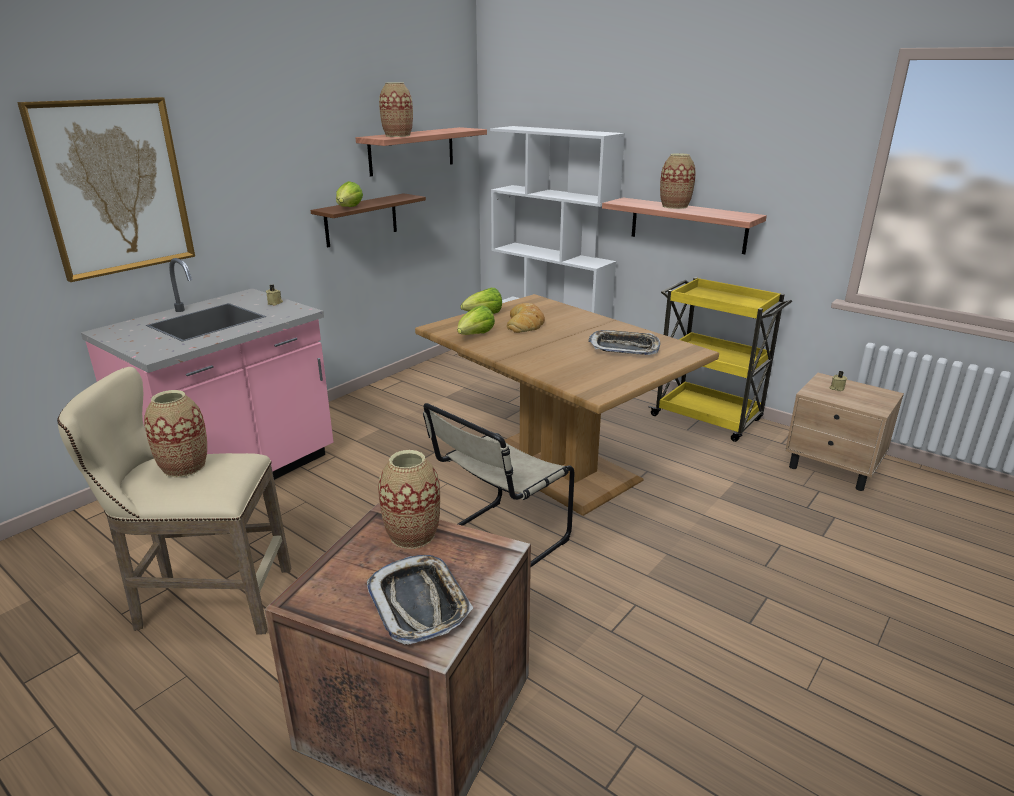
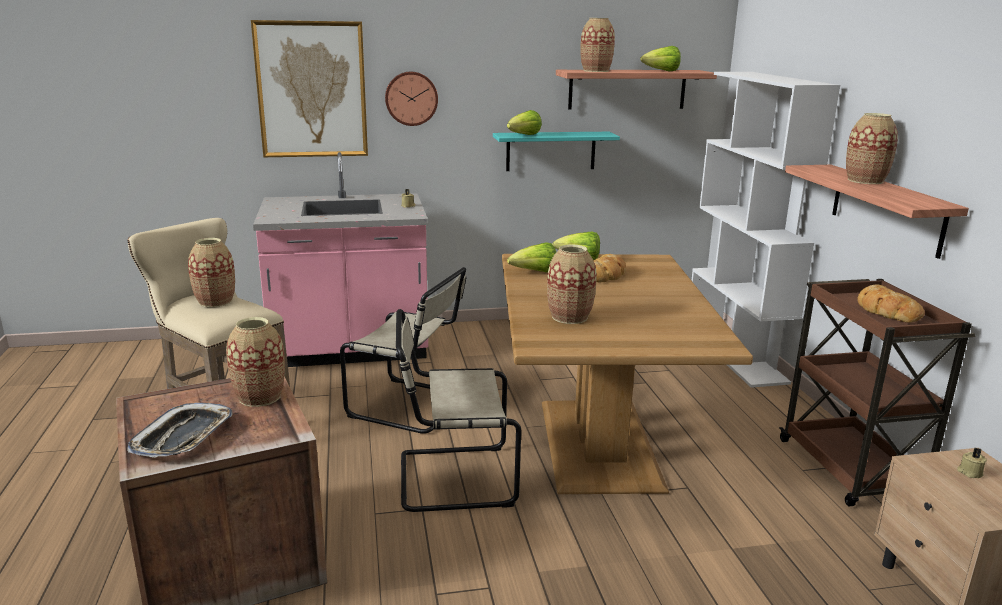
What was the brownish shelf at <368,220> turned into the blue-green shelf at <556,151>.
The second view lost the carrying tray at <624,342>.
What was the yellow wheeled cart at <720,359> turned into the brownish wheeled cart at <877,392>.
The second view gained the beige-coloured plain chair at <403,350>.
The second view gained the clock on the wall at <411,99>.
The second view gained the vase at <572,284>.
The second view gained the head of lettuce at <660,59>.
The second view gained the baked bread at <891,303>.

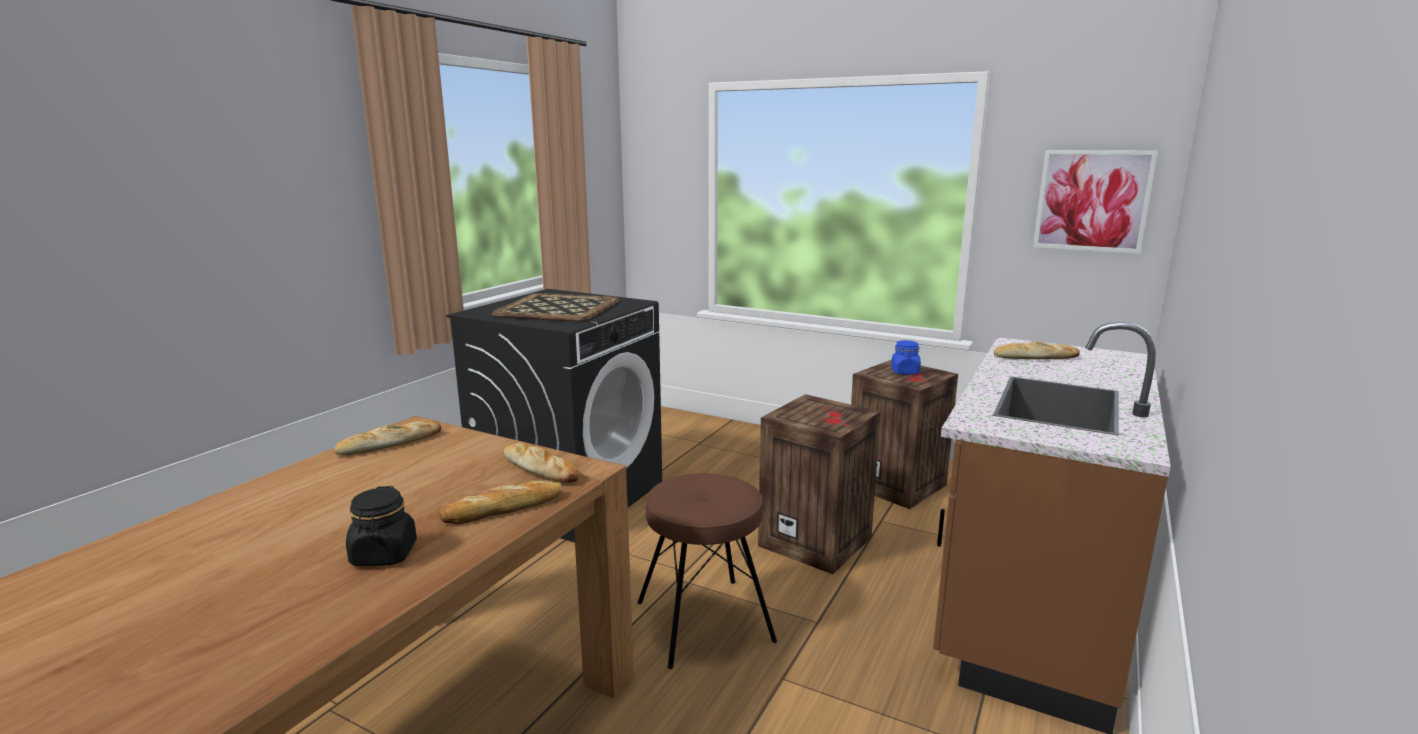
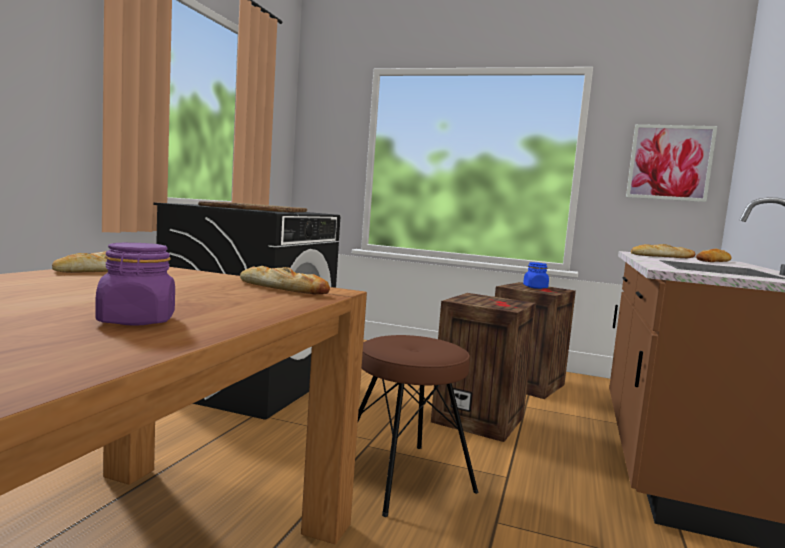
What was the blackish preserve jar at <381,526> turned into the purple preserve jar at <135,284>.
The baked bread ended up elsewhere, having gone from <501,502> to <714,255>.

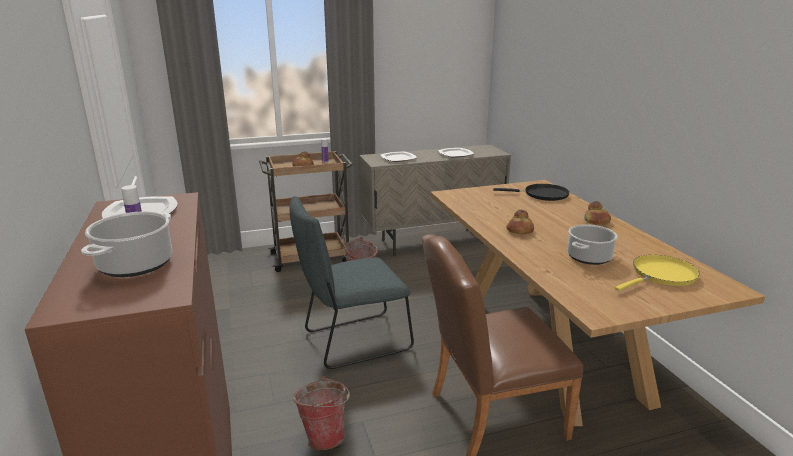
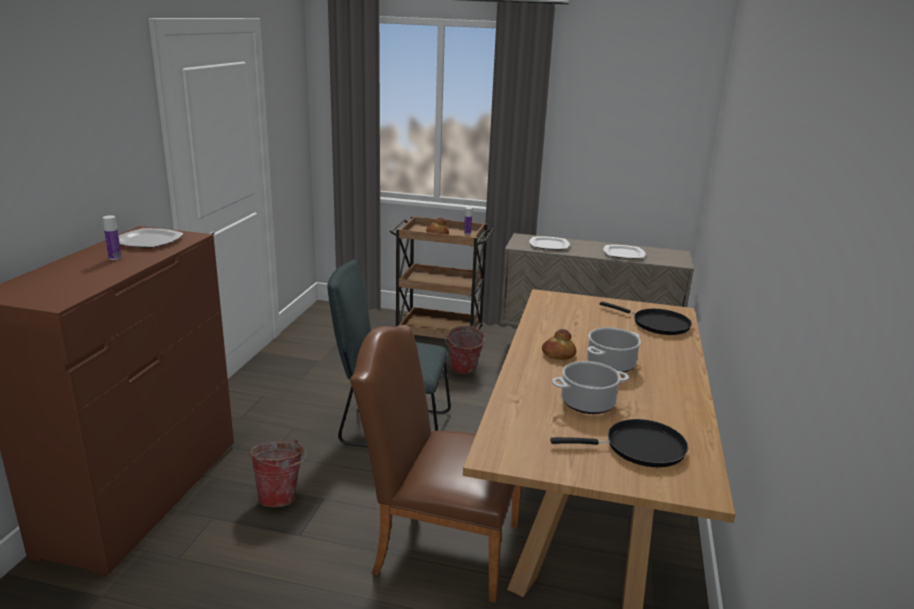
The stockpot ended up elsewhere, having gone from <126,244> to <614,350>.
The second view lost the baked bread at <597,213>.
What was the yellow frying pan at <657,273> turned into the blackish frying pan at <619,443>.

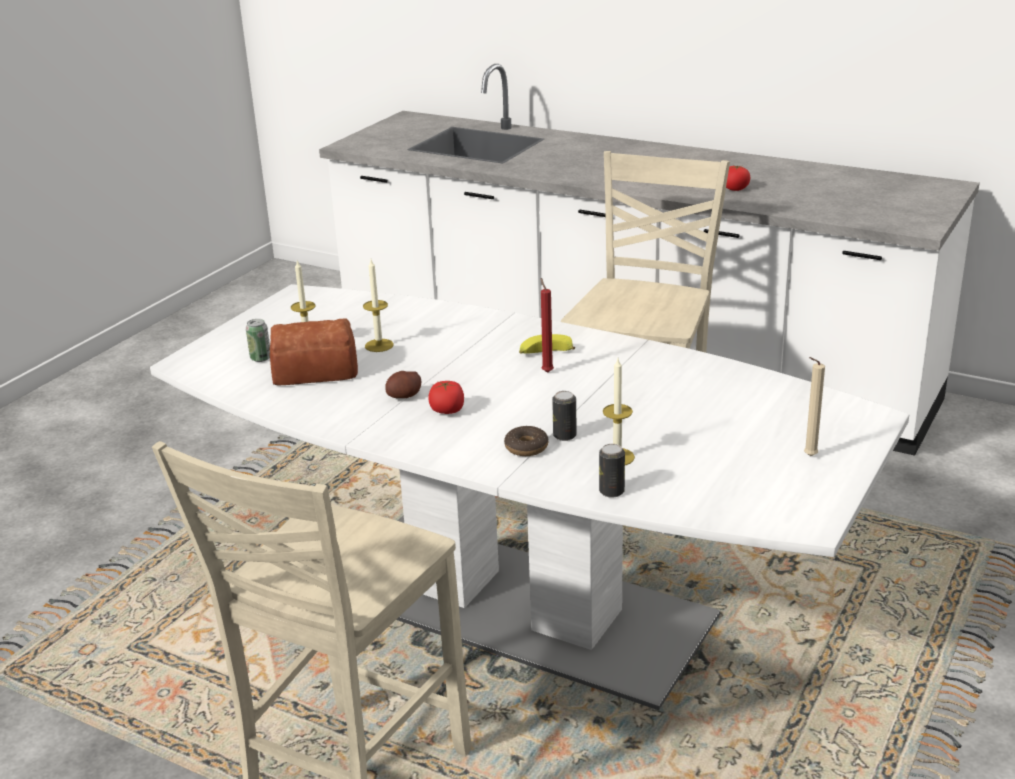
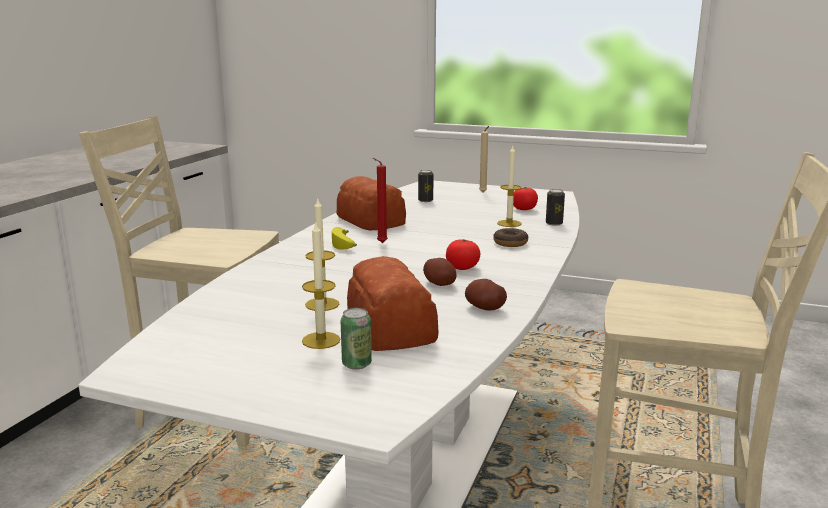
The sealed can ended up elsewhere, having gone from <564,416> to <425,186>.
The fresh tomato ended up elsewhere, having gone from <738,178> to <525,198>.
The second view gained the baked bread at <371,203>.
The second view gained the whole potato at <486,294>.

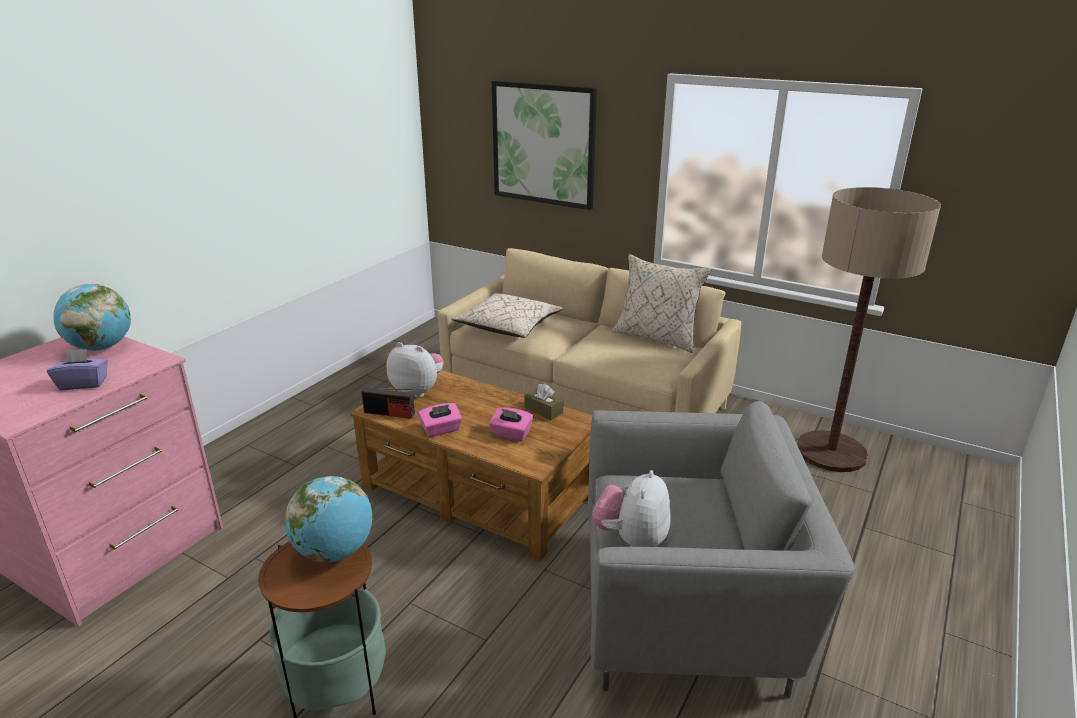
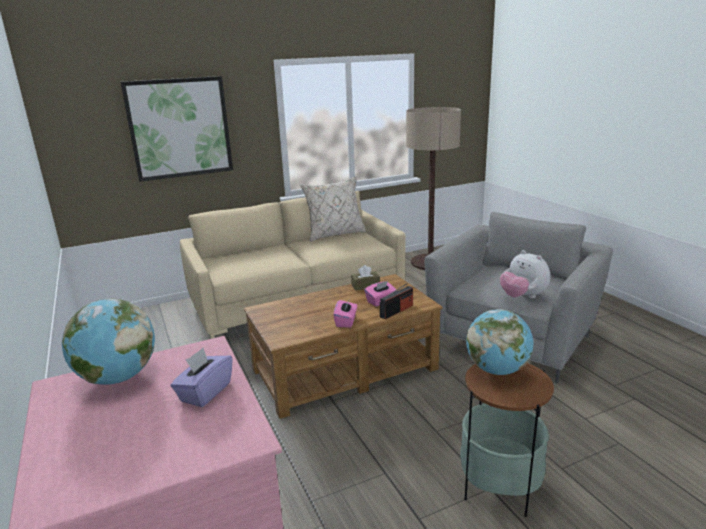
The radio ended up elsewhere, having gone from <388,403> to <396,301>.
The second view lost the plush toy at <415,370>.
The second view lost the beige-coloured pillow at <507,315>.

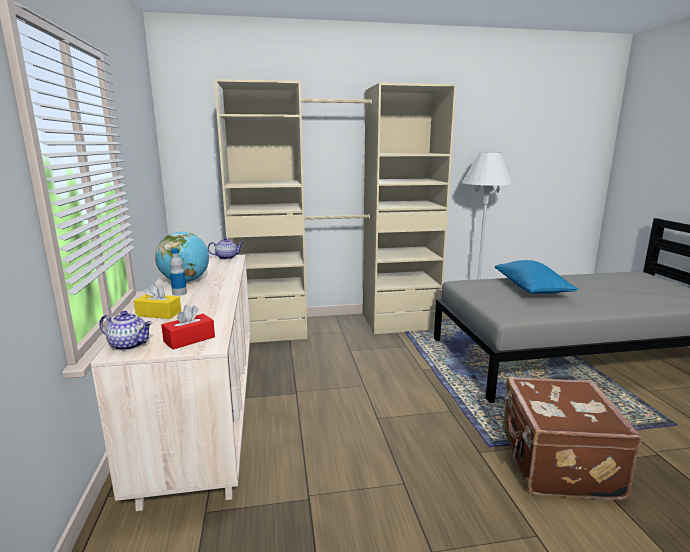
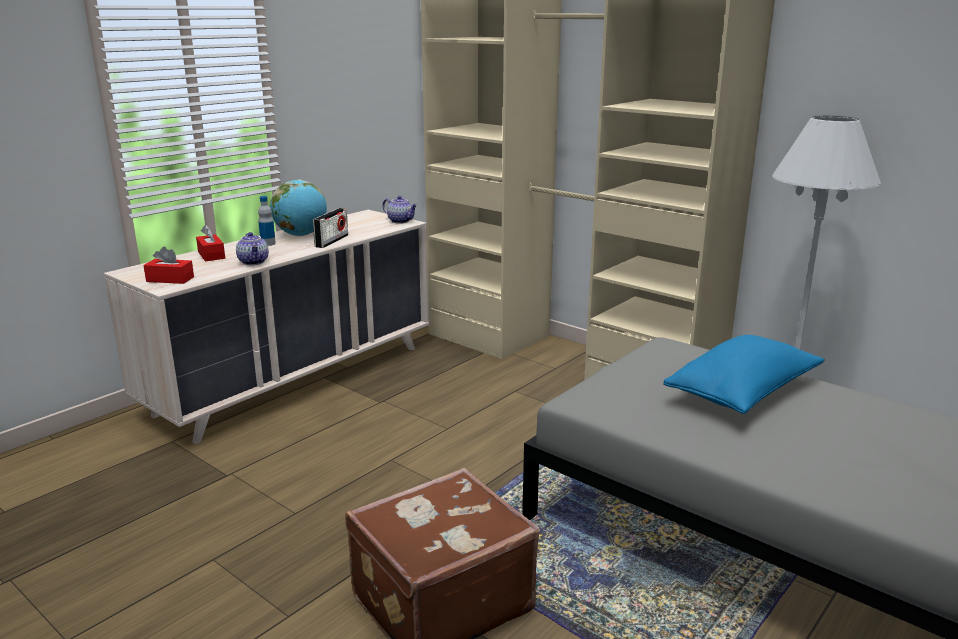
The teapot ended up elsewhere, having gone from <125,331> to <252,248>.
What was the yellow tissue box at <157,301> turned into the red tissue box at <210,243>.
The second view gained the radio at <330,228>.

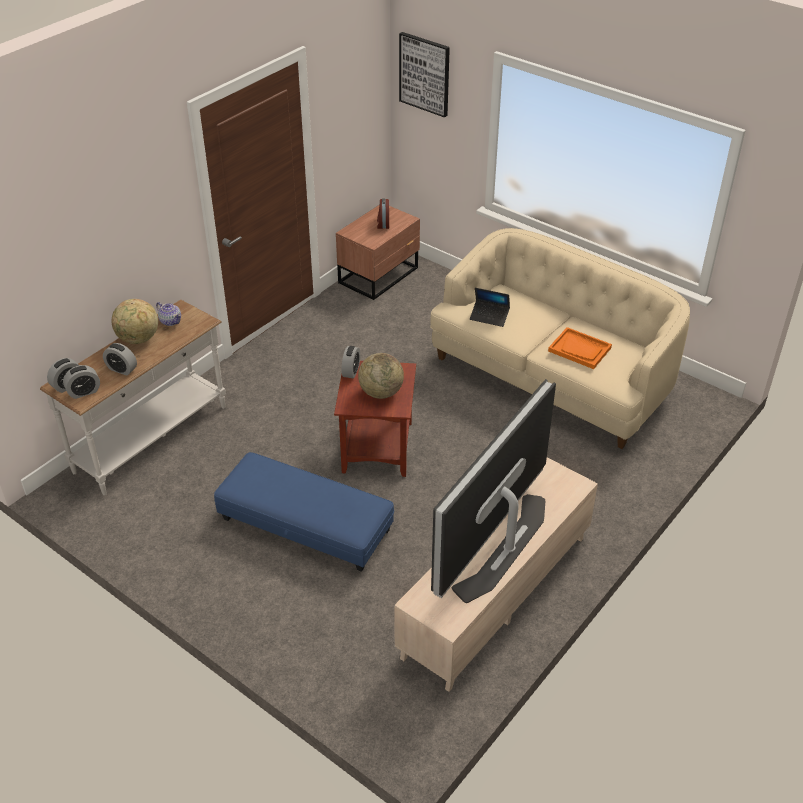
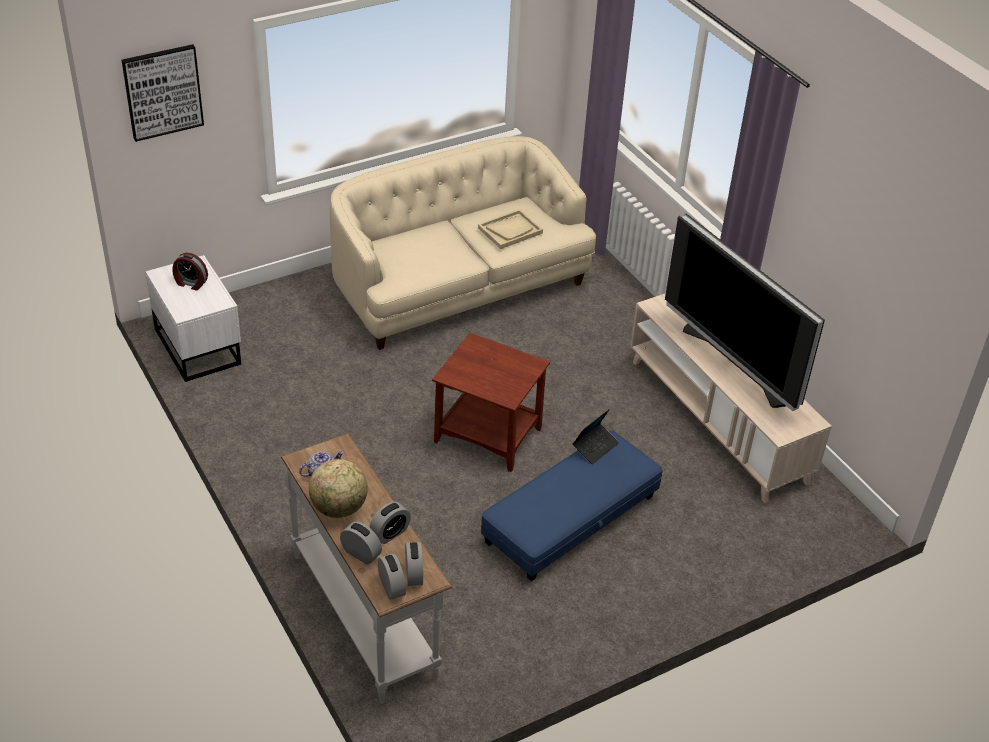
What was the brownish bedside table at <378,252> turned into the white-coloured bedside table at <193,318>.
The bedside clock ended up elsewhere, having gone from <351,362> to <361,543>.
The second view lost the globe at <381,376>.
The laptop ended up elsewhere, having gone from <490,307> to <595,436>.
What was the orange-coloured carrying tray at <580,348> turned into the beige-coloured carrying tray at <510,229>.

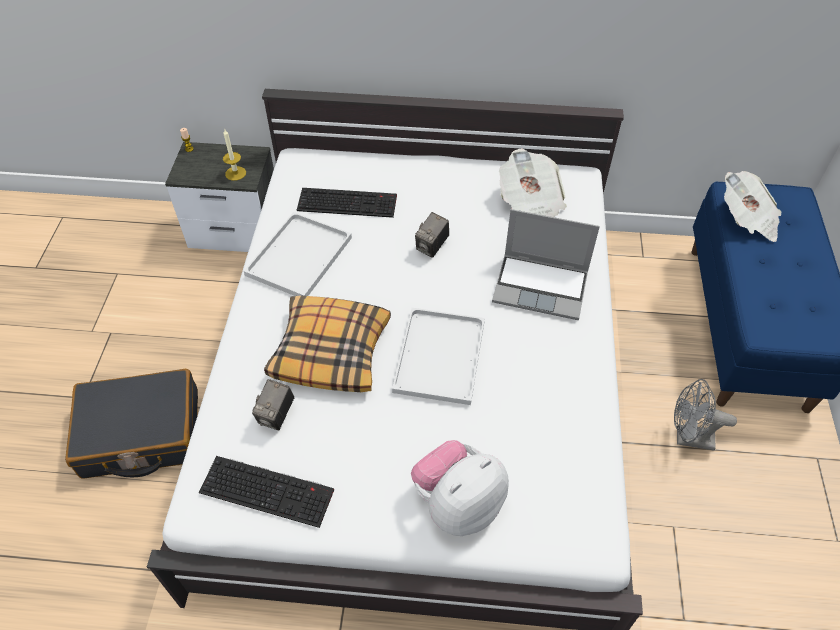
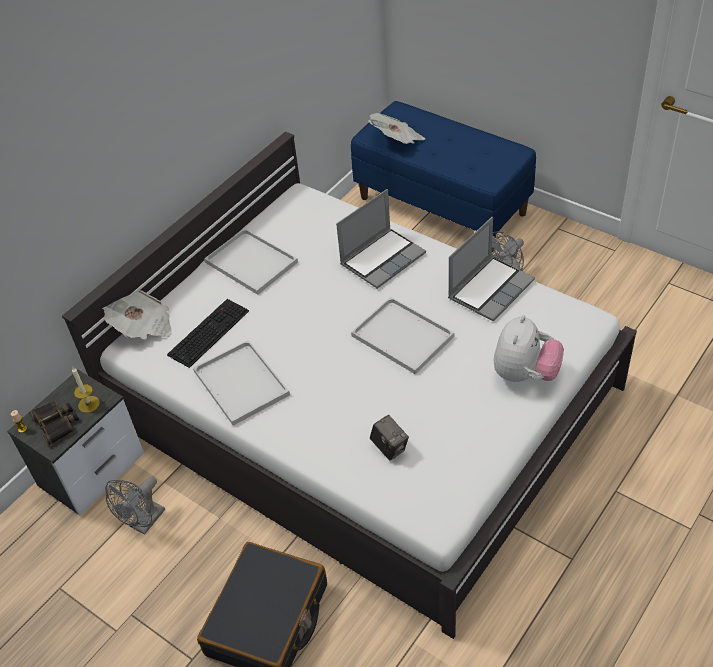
The second view lost the computer keyboard at <266,492>.
The second view lost the pillow at <327,343>.
The plush toy at <460,488> ended up facing another way, 150 degrees counterclockwise from before.
The second view lost the photo camera at <432,235>.
The printed paper ended up elsewhere, having gone from <533,183> to <137,315>.
The second view gained the binoculars at <54,423>.
The second view gained the gray electric fan at <135,506>.
The second view gained the white-coloured carrying tray at <251,261>.
The second view gained the laptop at <491,269>.

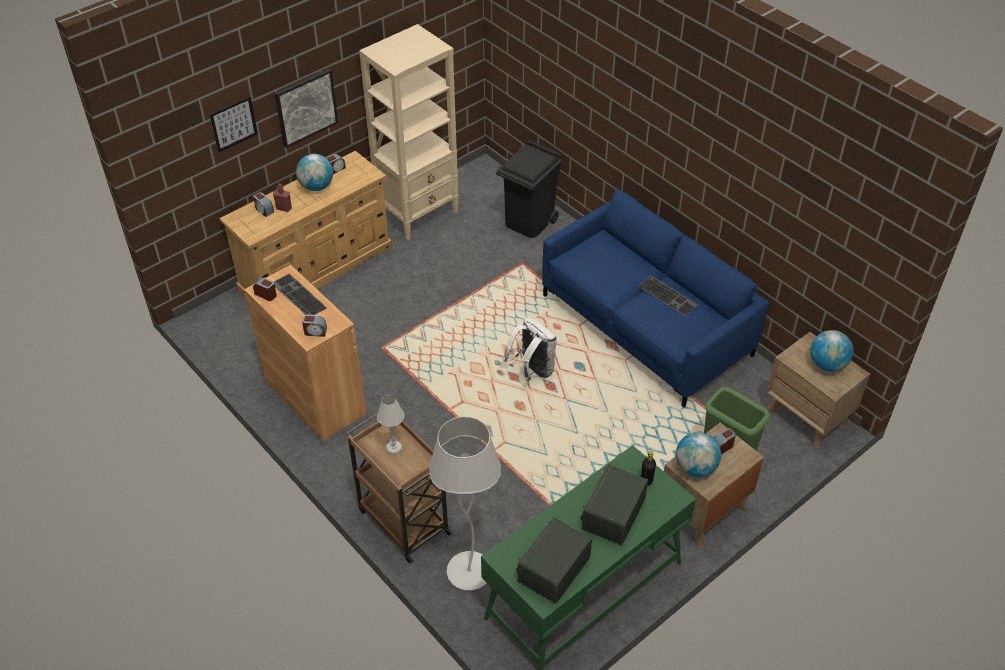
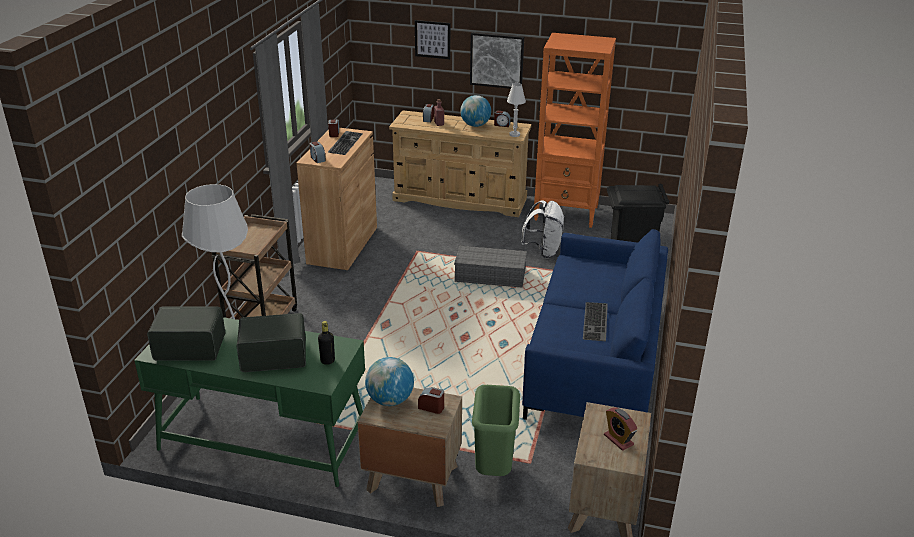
What was the beige-coloured bookshelf at <409,132> turned into the orange-coloured bookshelf at <575,130>.
The white-coloured lamp for a table ended up elsewhere, having gone from <390,424> to <516,110>.
The white-coloured backpack ended up elsewhere, having gone from <530,350> to <542,229>.
Where the globe stood at <831,351>, the bedside clock came to stand at <620,429>.
The second view gained the gray storage container at <490,266>.

